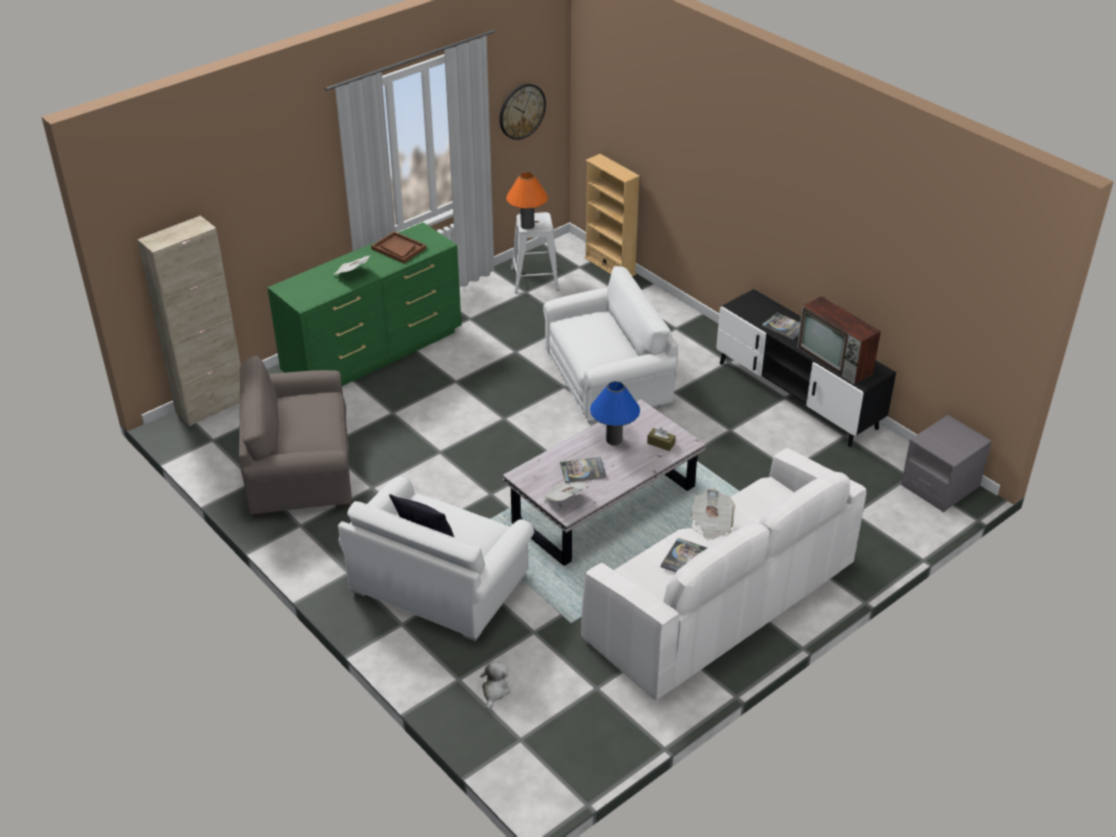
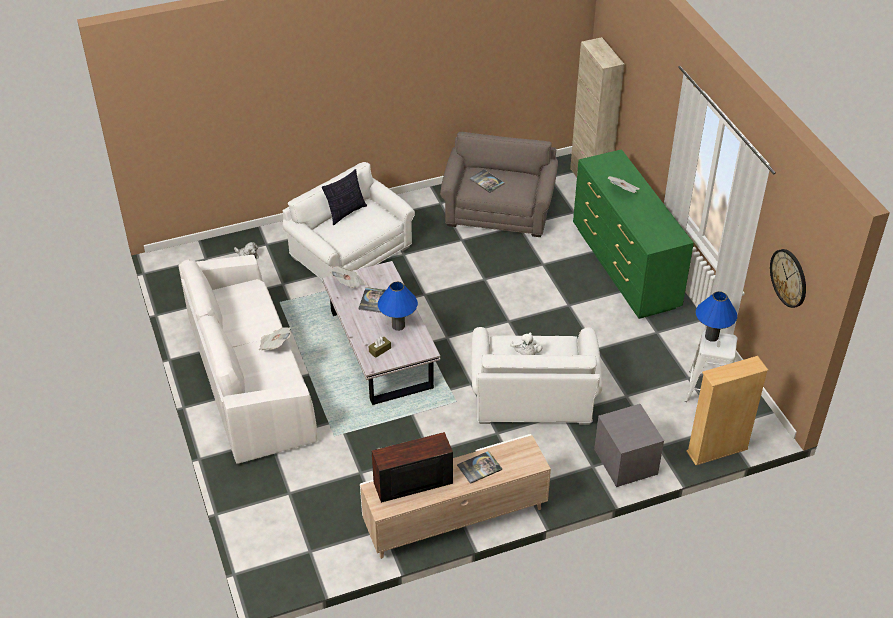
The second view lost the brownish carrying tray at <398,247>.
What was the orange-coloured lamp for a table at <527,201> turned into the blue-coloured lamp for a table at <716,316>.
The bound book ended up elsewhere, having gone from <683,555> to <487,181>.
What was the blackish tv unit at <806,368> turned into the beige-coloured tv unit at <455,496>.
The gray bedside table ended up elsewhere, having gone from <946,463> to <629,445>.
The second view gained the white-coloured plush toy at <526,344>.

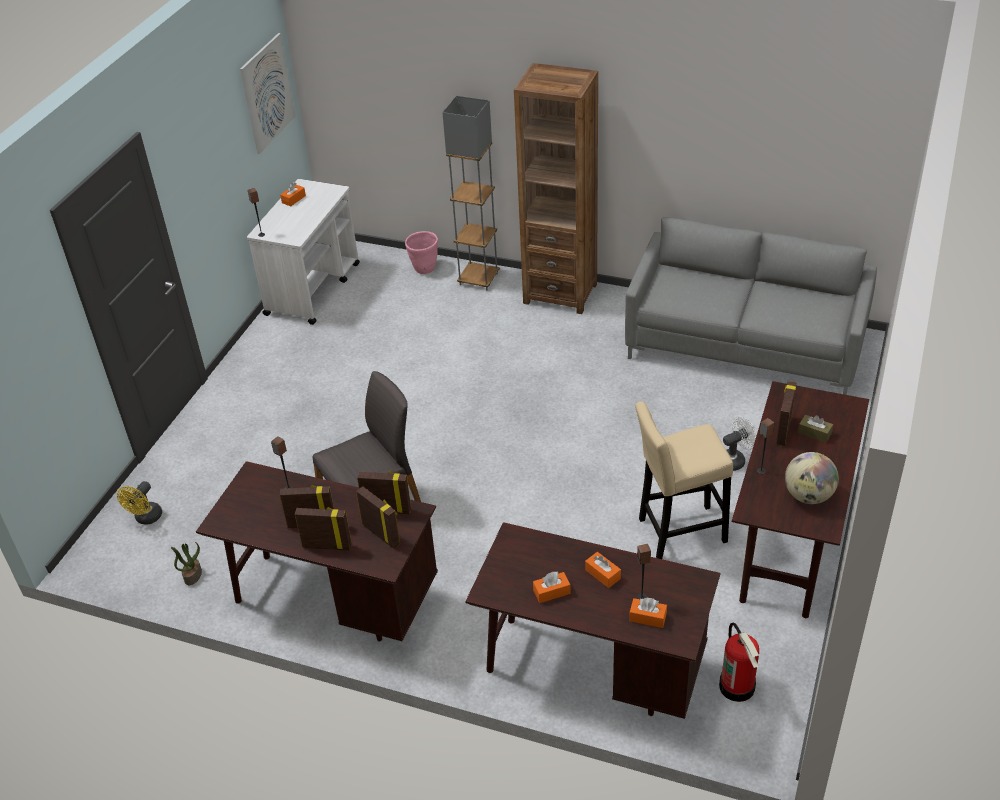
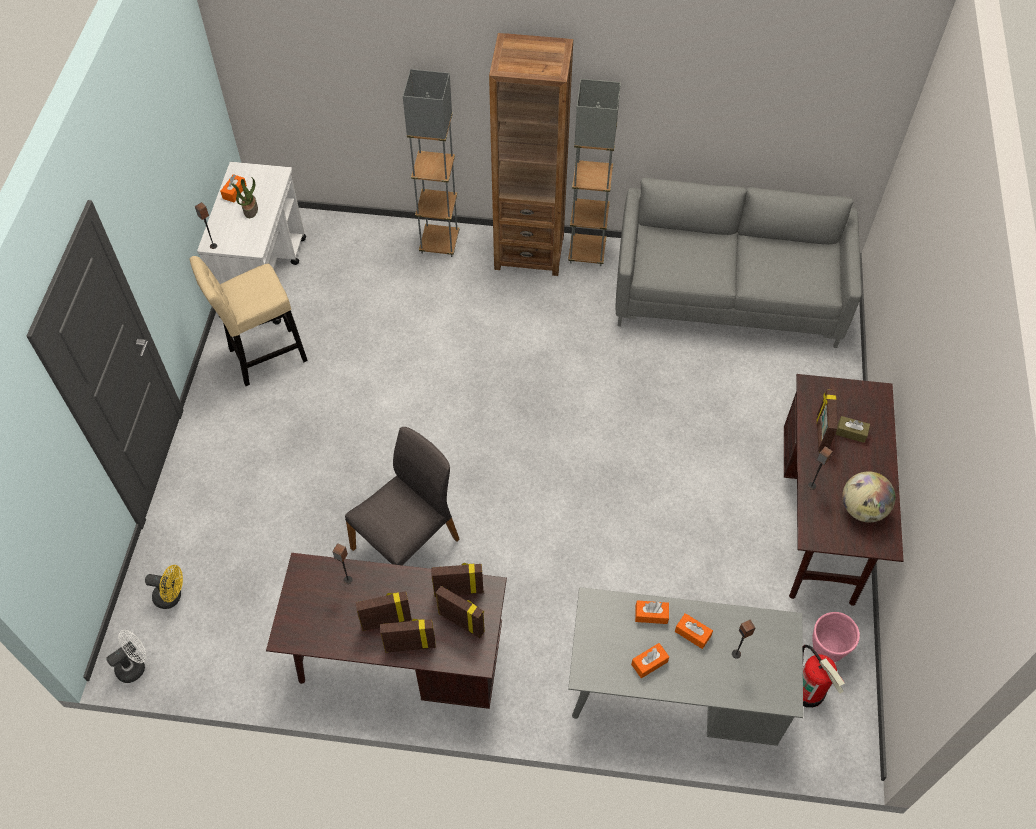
The yellow electric fan at <139,502> ended up facing another way, 90 degrees counterclockwise from before.
The plant in a pot ended up elsewhere, having gone from <186,563> to <244,197>.
The second view lost the picture at <267,93>.
The pinkish plant pot ended up elsewhere, having gone from <421,252> to <836,637>.
What was the brownish desk table at <592,620> turned into the gray desk table at <685,666>.
The orange-coloured tissue box ended up elsewhere, having gone from <648,613> to <652,612>.
The beige-coloured stool seat ended up elsewhere, having gone from <684,480> to <249,321>.
The white-coloured electric fan ended up elsewhere, having gone from <740,444> to <126,656>.
The second view gained the gray standard lamp at <594,172>.

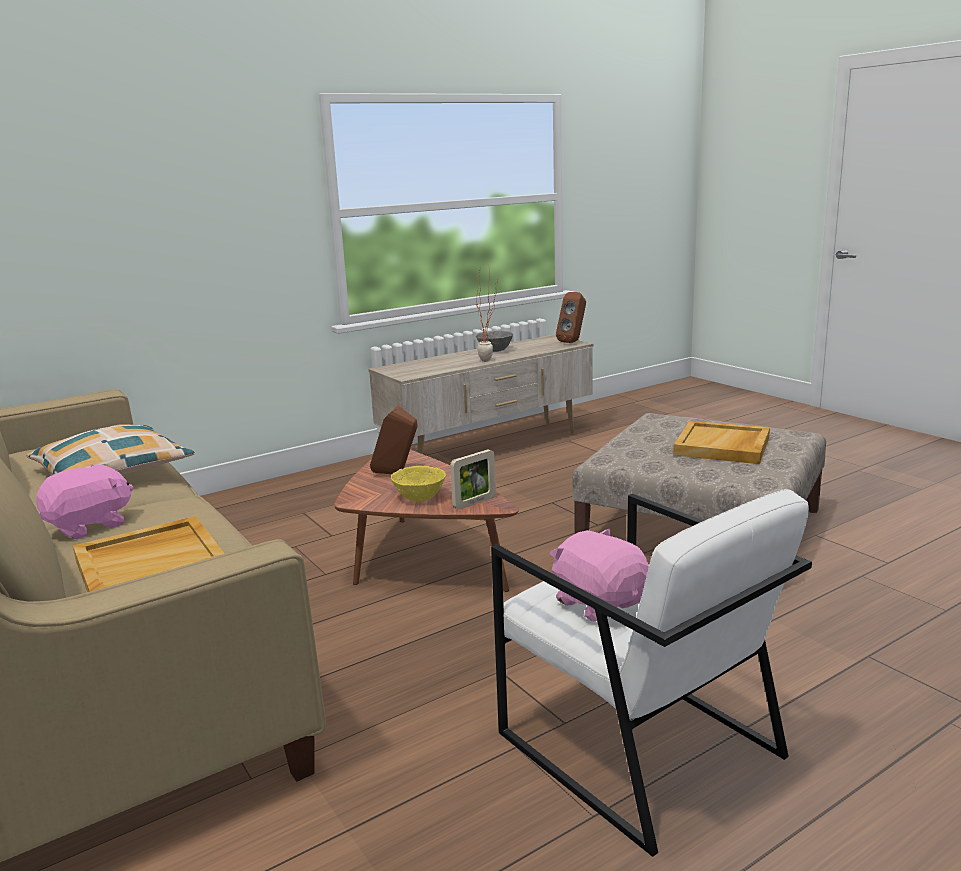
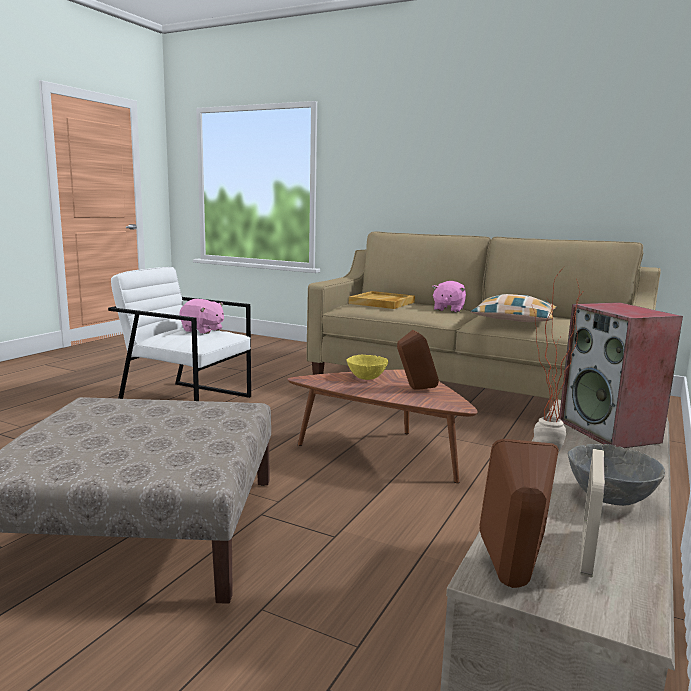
The photo frame ended up elsewhere, having gone from <473,479> to <592,513>.
The second view lost the beige-coloured carrying tray at <721,442>.
The second view gained the speaker at <621,375>.

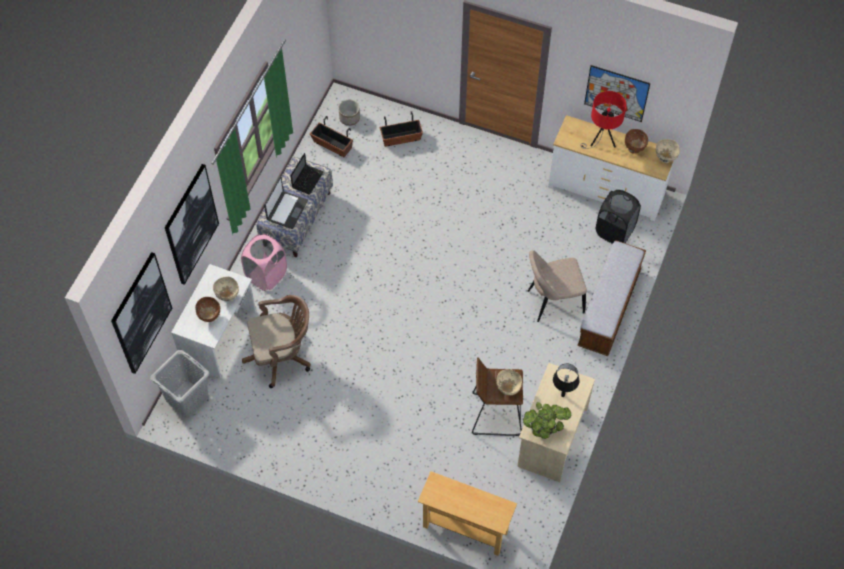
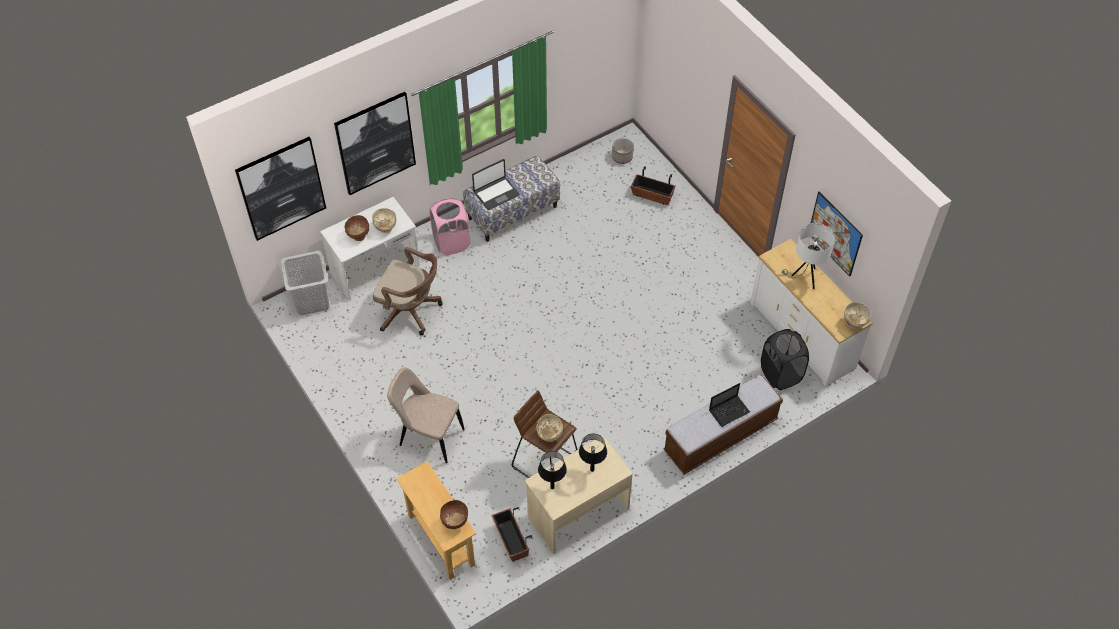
The laptop ended up elsewhere, having gone from <307,173> to <729,405>.
The plant pot ended up elsewhere, having gone from <331,136> to <511,534>.
Where the plant in a pot stood at <547,420>, the blackish lamp for a table came to stand at <552,470>.
The beige-coloured plain chair ended up elsewhere, having gone from <557,286> to <426,415>.
What was the red lamp for a table at <603,120> turned into the white-coloured lamp for a table at <808,256>.
The brownish serving bowl ended up elsewhere, having gone from <636,141> to <454,514>.

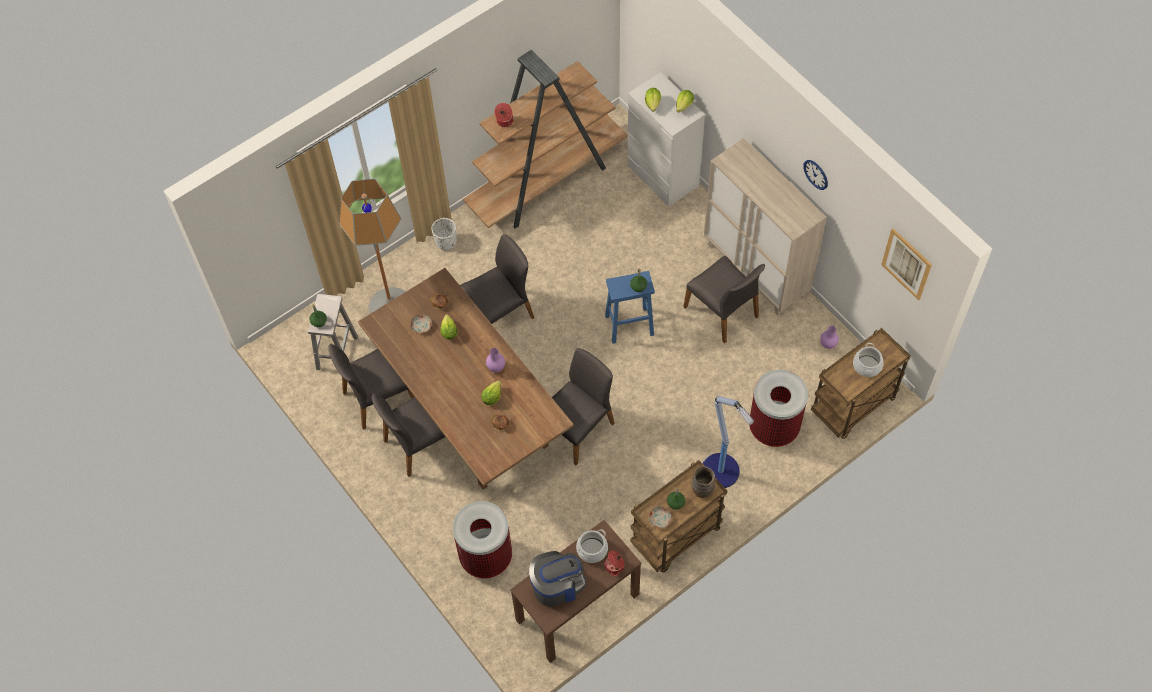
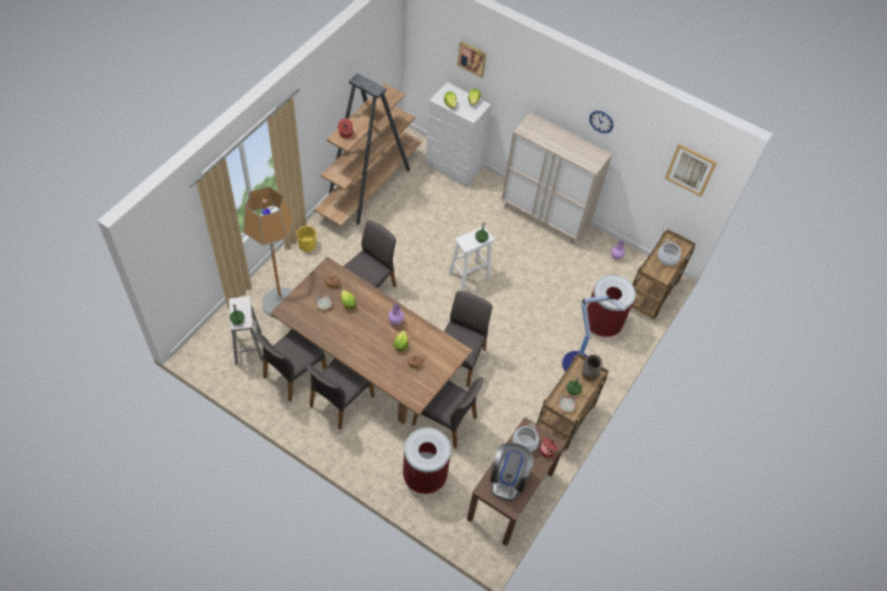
What was the white-coloured plant pot at <444,234> turned into the yellow plant pot at <306,239>.
The coffee machine at <558,579> ended up facing another way, 150 degrees clockwise from before.
What was the blue-coloured stool seat at <630,307> turned into the white-coloured stool seat at <472,258>.
The gray plain chair ended up elsewhere, having gone from <724,300> to <447,413>.
The second view gained the picture at <471,59>.

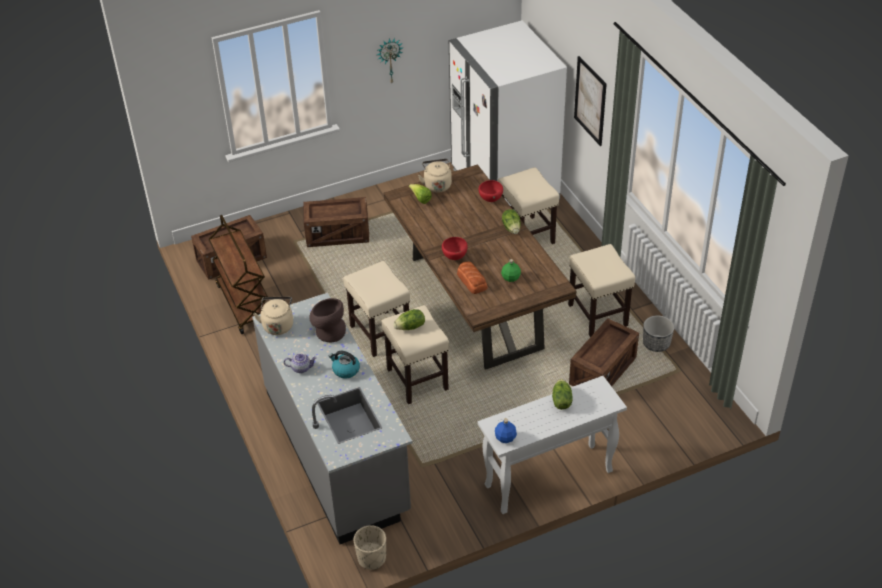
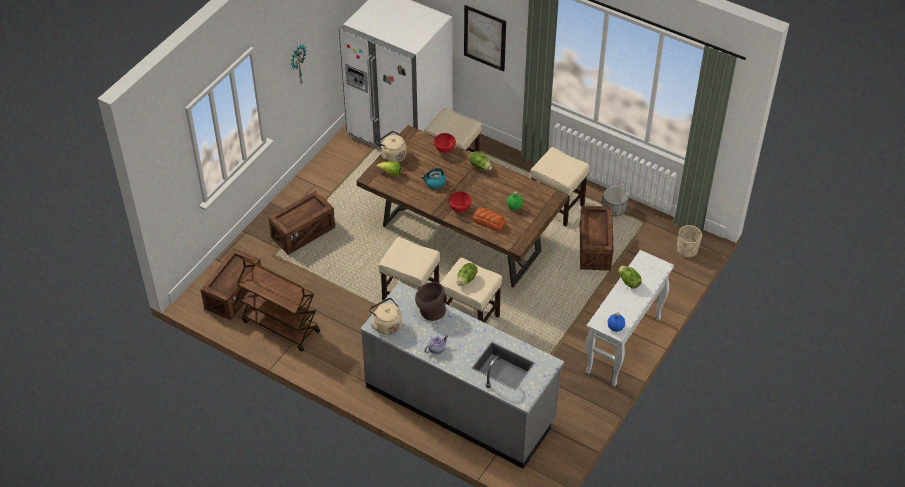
The water kettle ended up elsewhere, having gone from <344,364> to <434,178>.
The beige-coloured plant pot ended up elsewhere, having gone from <370,547> to <689,241>.

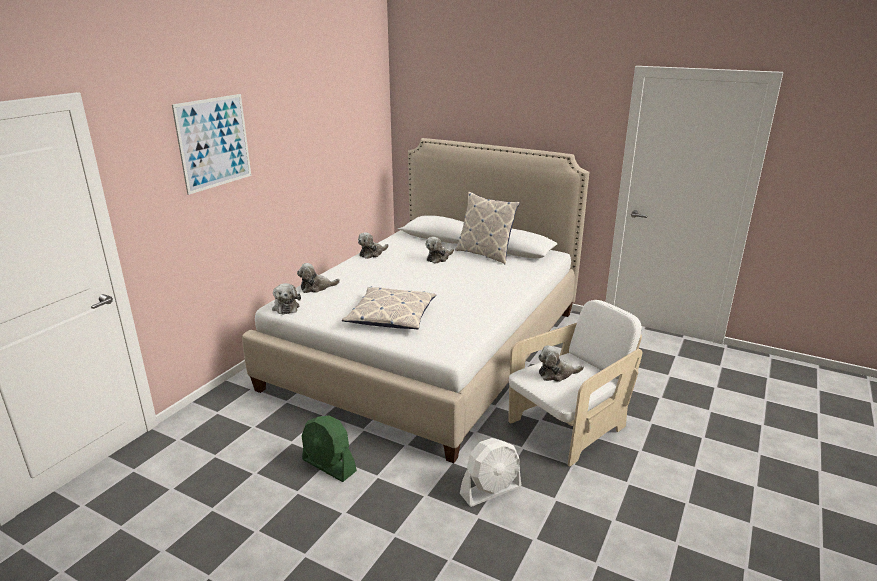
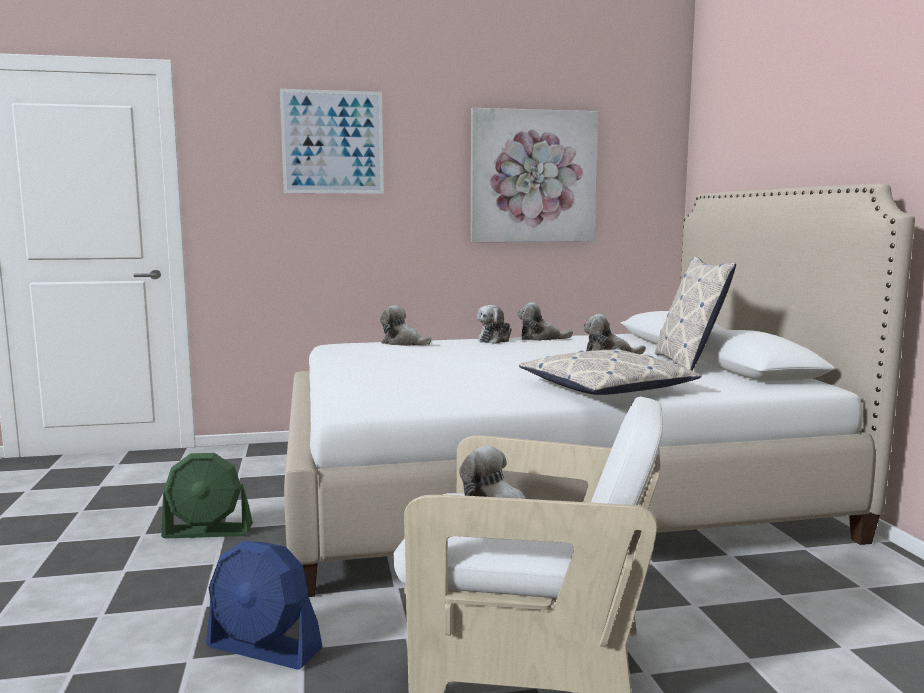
The plush toy ended up elsewhere, having gone from <286,299> to <494,324>.
The greenish electric fan at <329,449> ended up facing another way, 90 degrees counterclockwise from before.
The pillow ended up elsewhere, having gone from <389,307> to <610,371>.
What was the white-coloured electric fan at <490,472> turned into the blue-coloured electric fan at <264,605>.
The second view gained the picture at <534,175>.

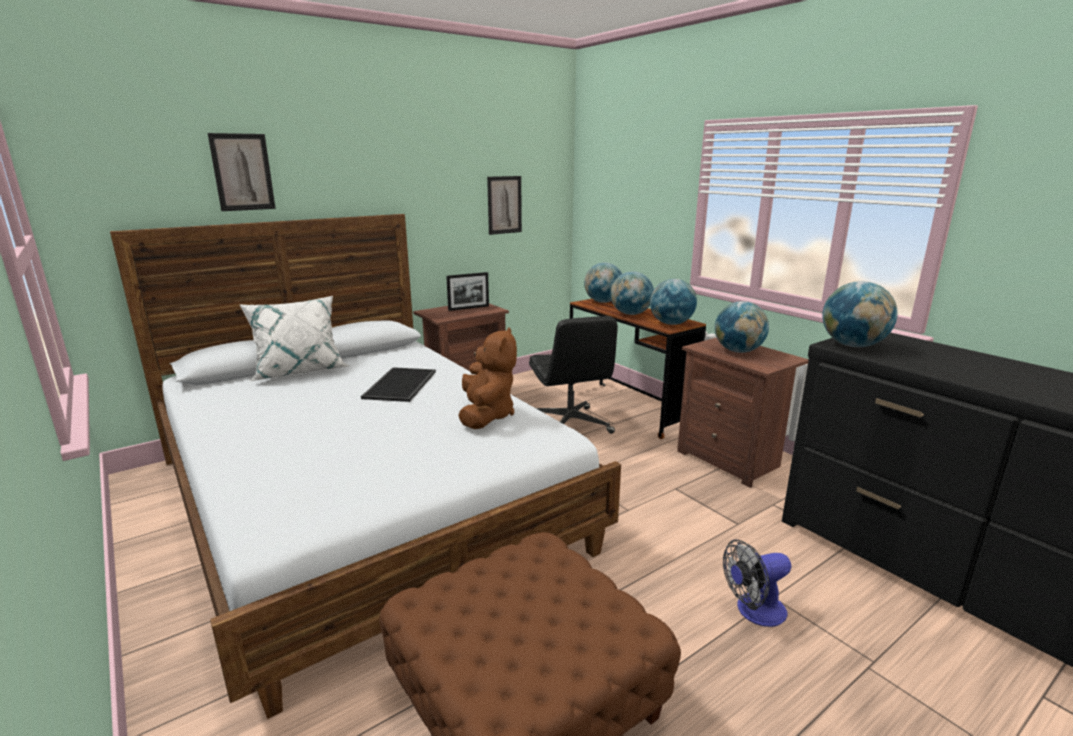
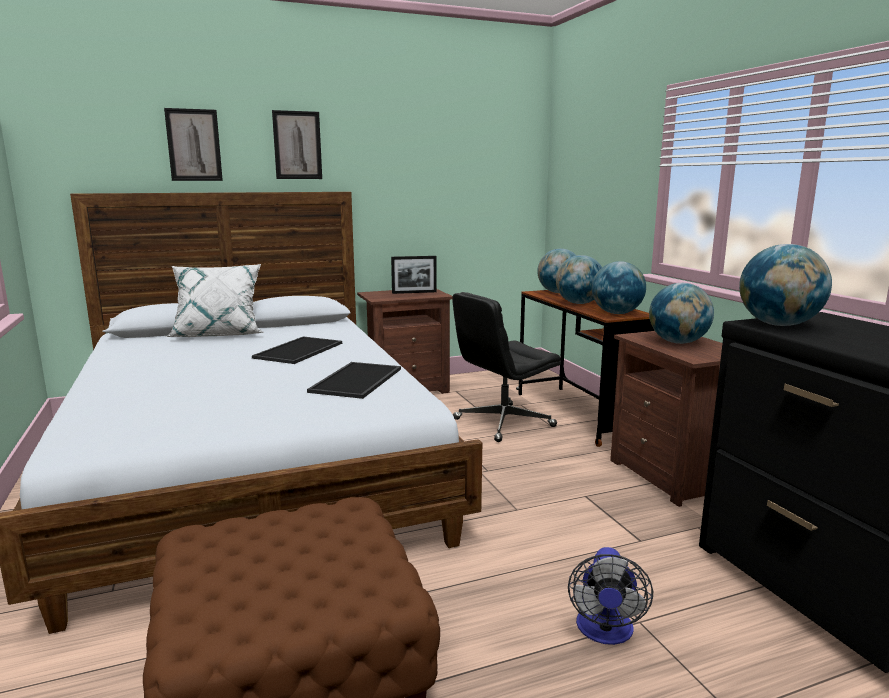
Where the brownish plush toy stood at <487,378>, the carrying tray came to stand at <354,380>.
The picture ended up elsewhere, having gone from <504,205> to <297,144>.
The blackish desk chair at <573,375> ended up facing another way, 60 degrees clockwise from before.
The electric fan at <757,583> ended up facing another way, 75 degrees counterclockwise from before.

